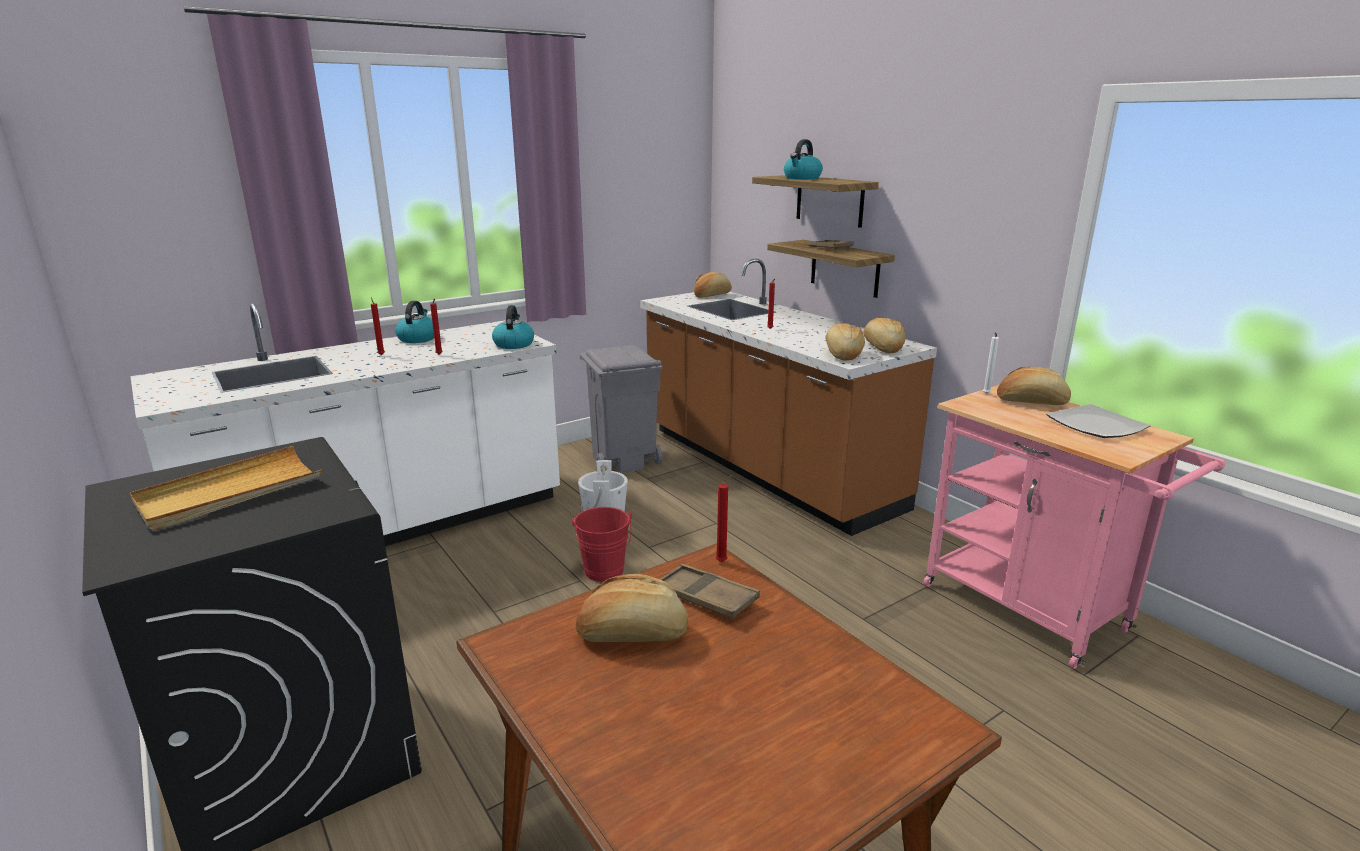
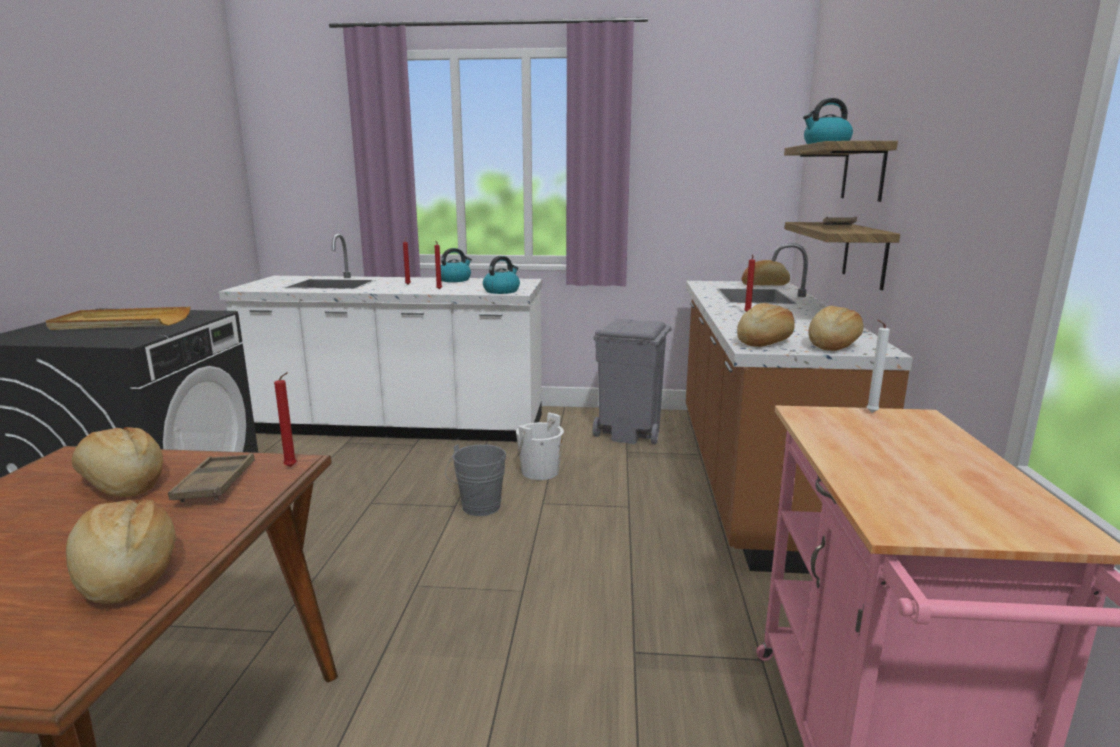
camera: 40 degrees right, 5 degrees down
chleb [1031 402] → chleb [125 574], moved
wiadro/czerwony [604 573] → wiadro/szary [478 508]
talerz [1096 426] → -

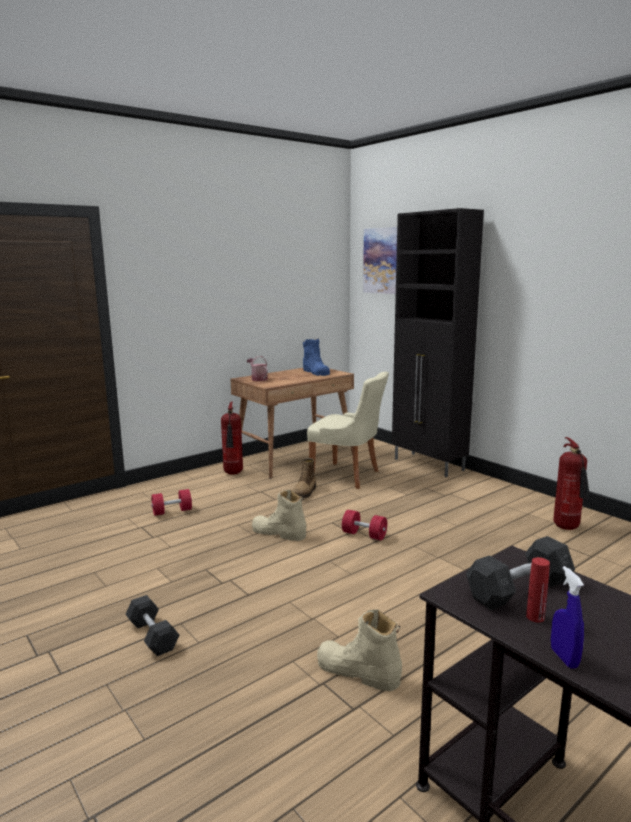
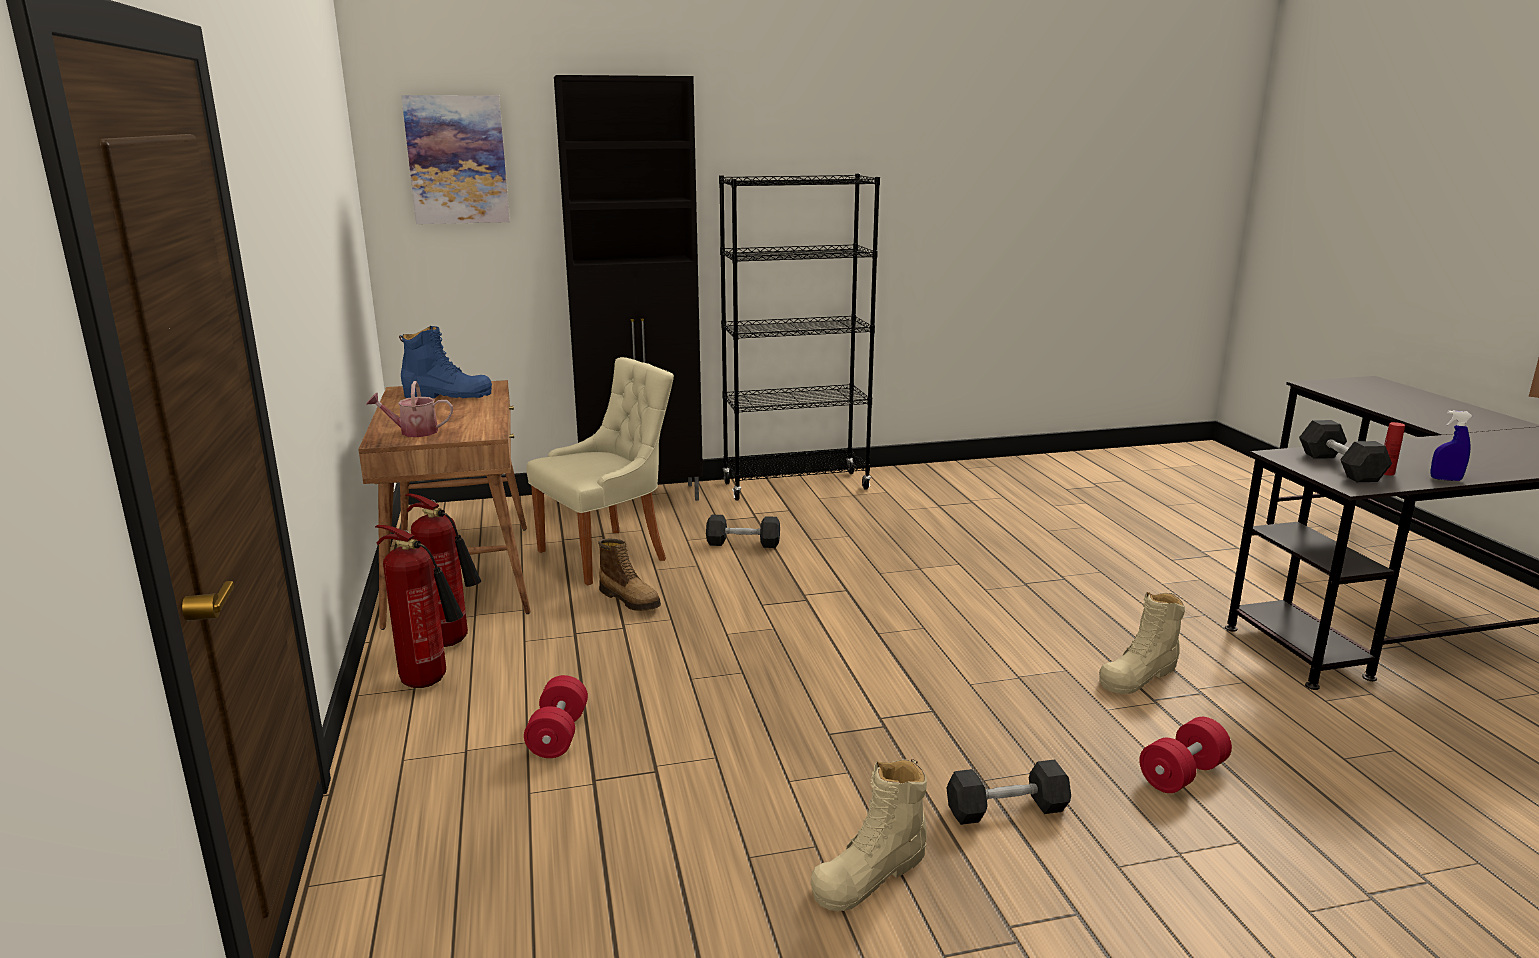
camera: 65 degrees left, 5 degrees up
gaśnica [568 528] → gaśnica [430 682], moved
- → hantel/szary [743 543]
- → regał/czarny [796 486]
but z cholewką/beżowy [278 533] → but z cholewką/beżowy [870 873], moved
hantel/czerwony [364 535] → hantel/czerwony [1182 774], moved

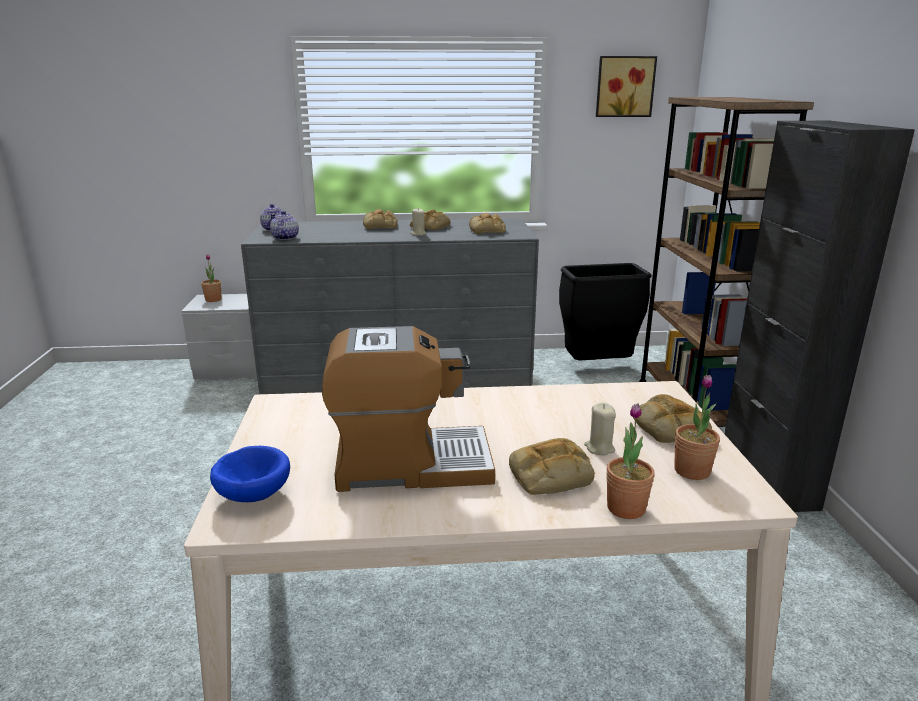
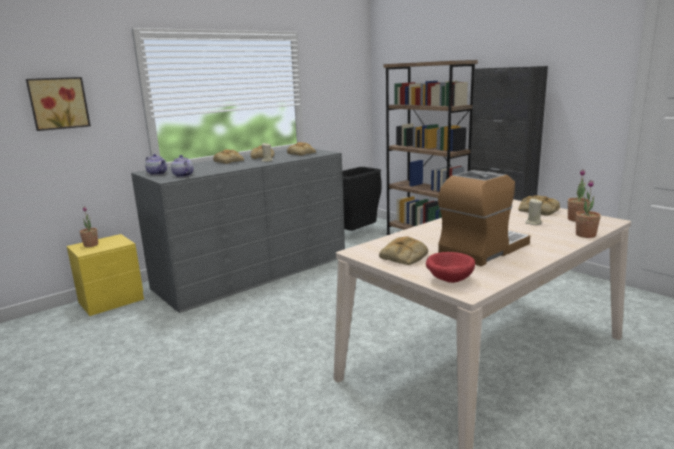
camera: 35 degrees left, 5 degrees down
obraz [624 86] → obraz [58 103], moved
szafka nocna/szary [230 369] → szafka nocna/żółty [111 301]
chleb [549 475] → chleb [404 257], moved
miska/niebieski [252 493] → miska/czerwony [448 280]

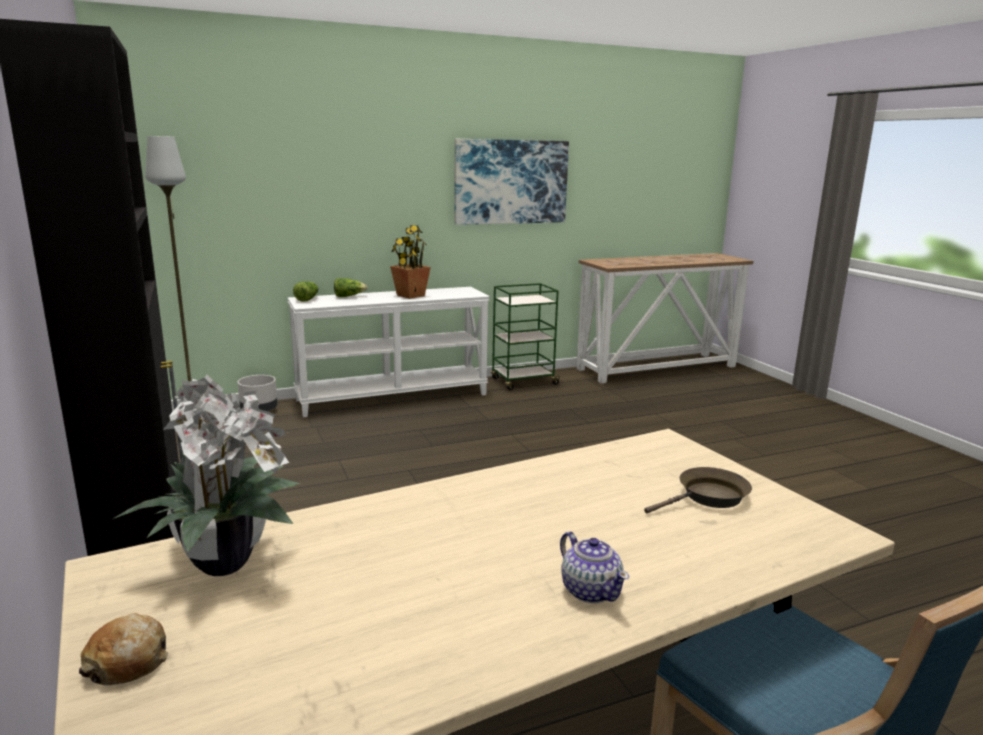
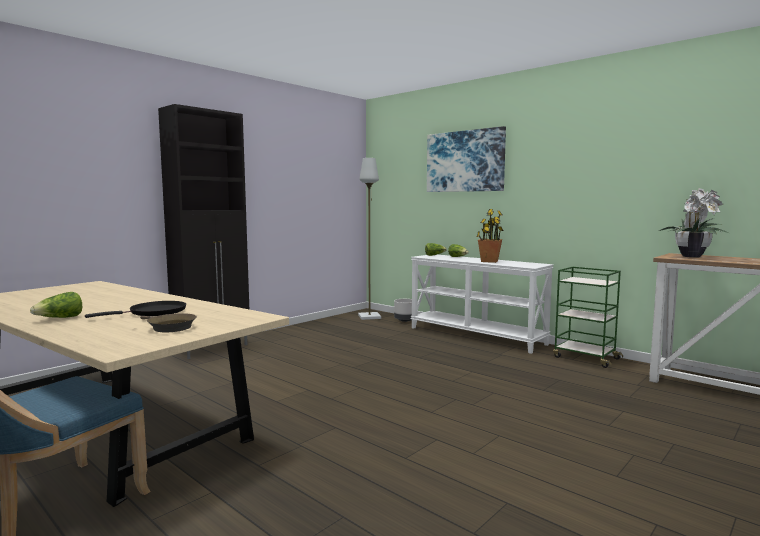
camera: 65 degrees right, 10 degrees down
imbryk [590 590] → sałata [60 318]
- → patelnia/czarny [154 312]
obraz [511 182] → obraz [465 161], moved
roślina doniczkowa [222 561] → roślina doniczkowa [691 256], moved
chleb [127 662] → -

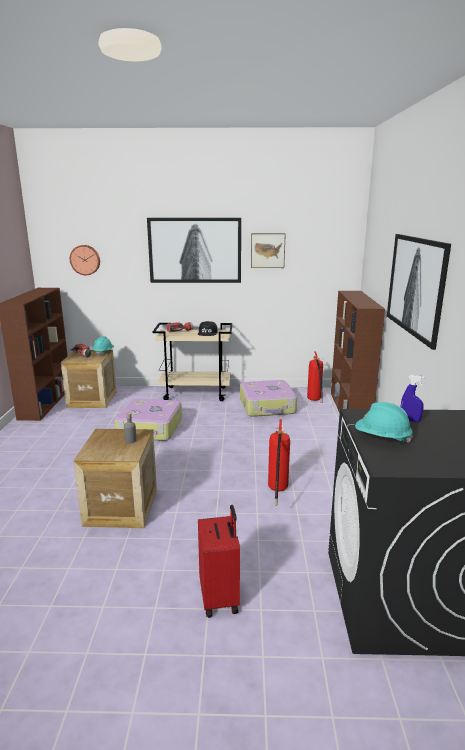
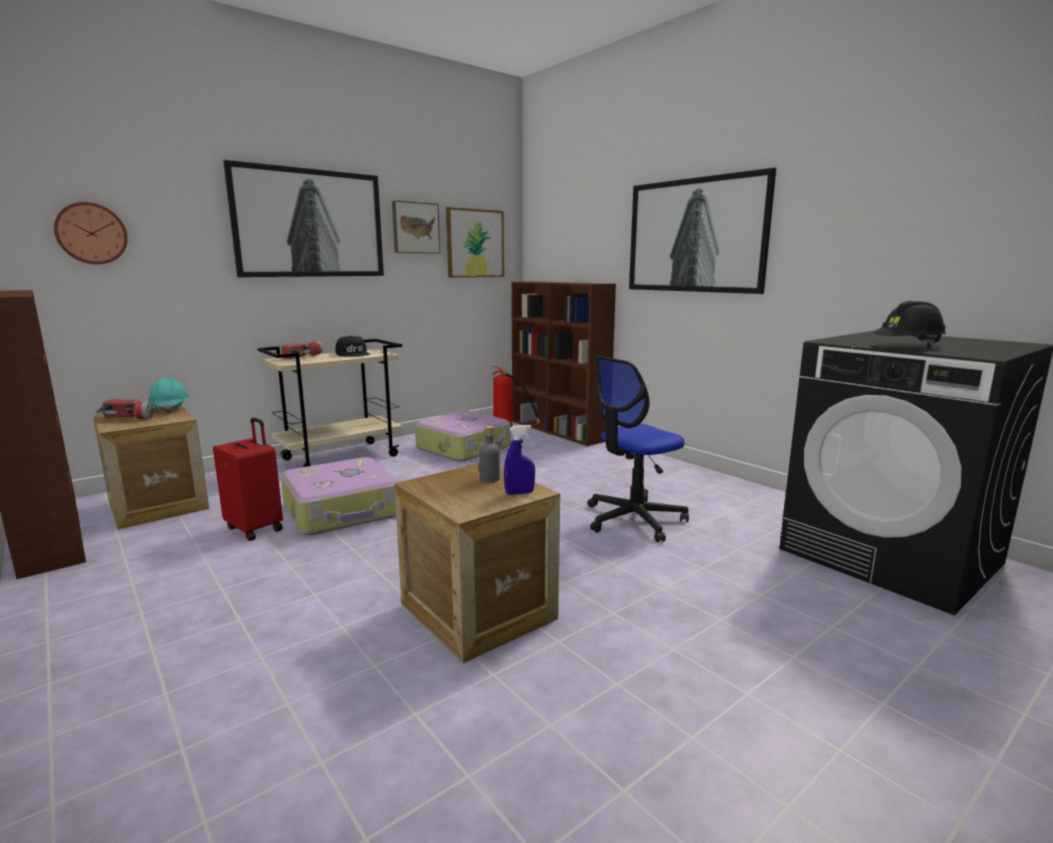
camera: 40 degrees left, 5 degrees down
walizka/czerwony [220 597] → walizka/czerwony [256 528], moved
- → obraz [475 243]
spryskiwacz/niebieski [410 420] → spryskiwacz/niebieski [519 493], moved
gaśnica [277 493] → krzesło biurowe [633 519]
kask/turkusowy [382 438] → kask/czarny [908 346]

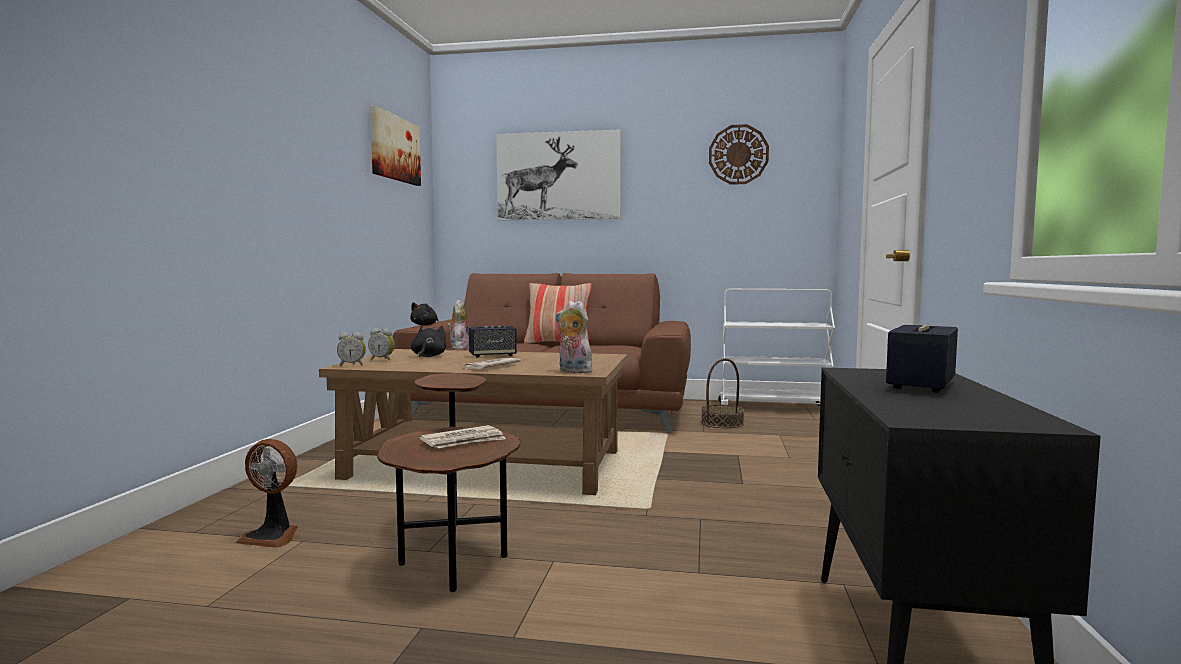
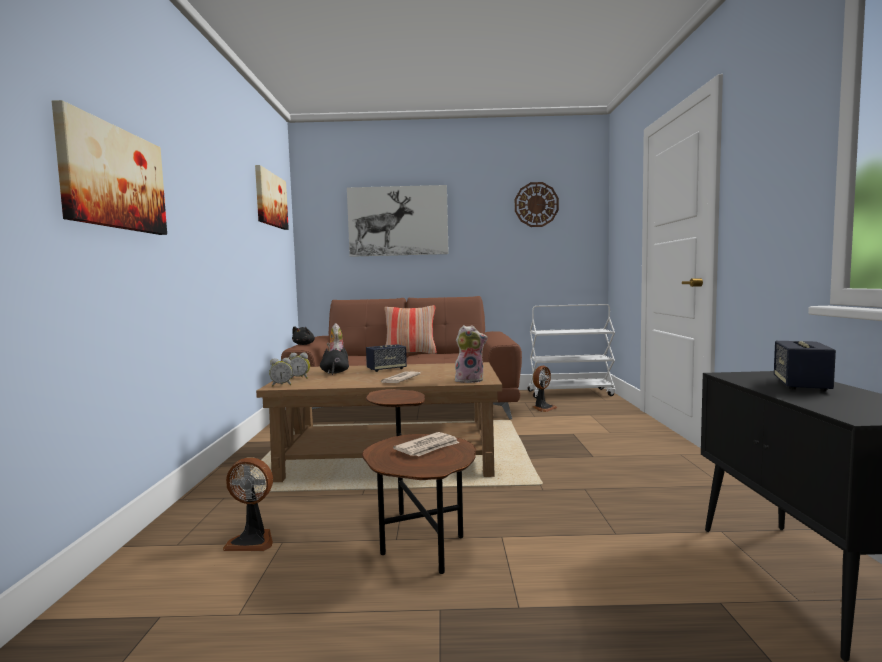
camera: 10 degrees left, 0 degrees up
- → obraz [113 178]
pluszak [572 371] → pluszak [470 380], 150 degrees clockwise
koszyk [722 423] → wentylator [543 408]

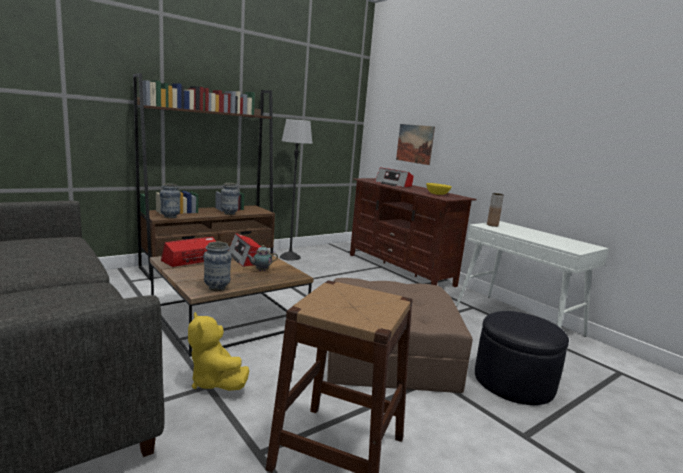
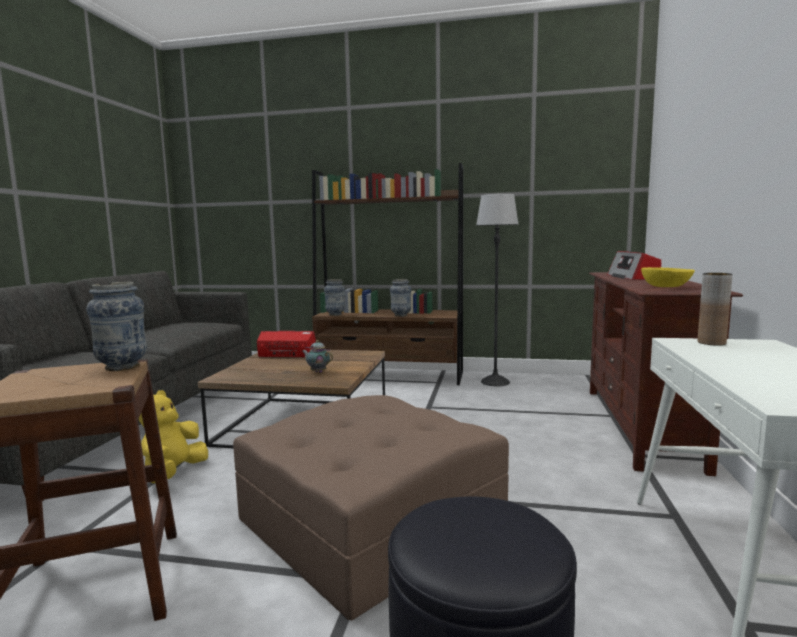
camera: 50 degrees right, 5 degrees down
wazon [217 288] → wazon [122 367], moved
radio [246 258] → -
obraz [414 144] → -

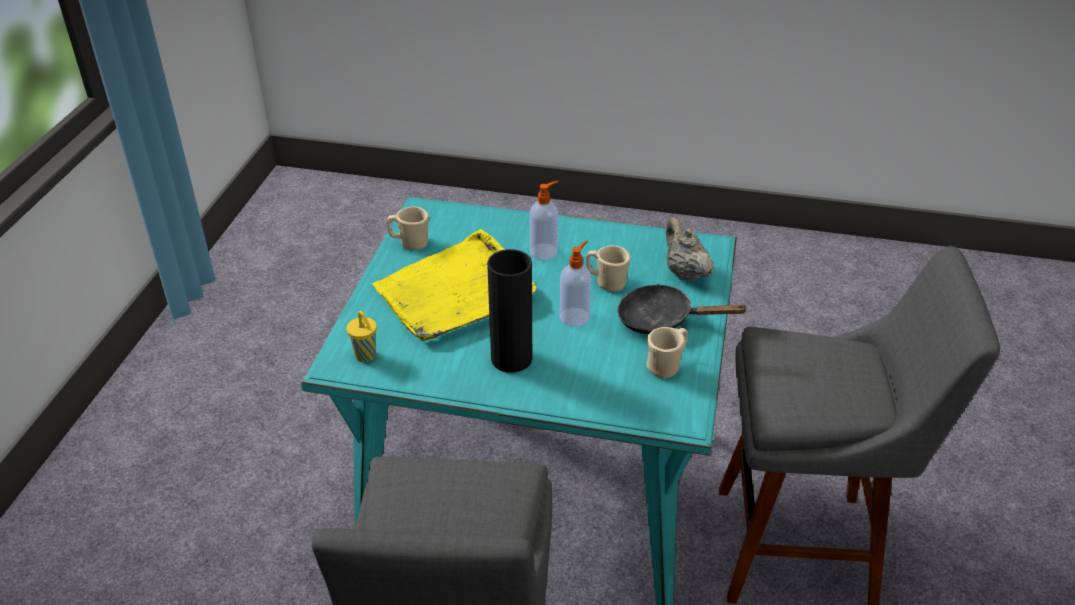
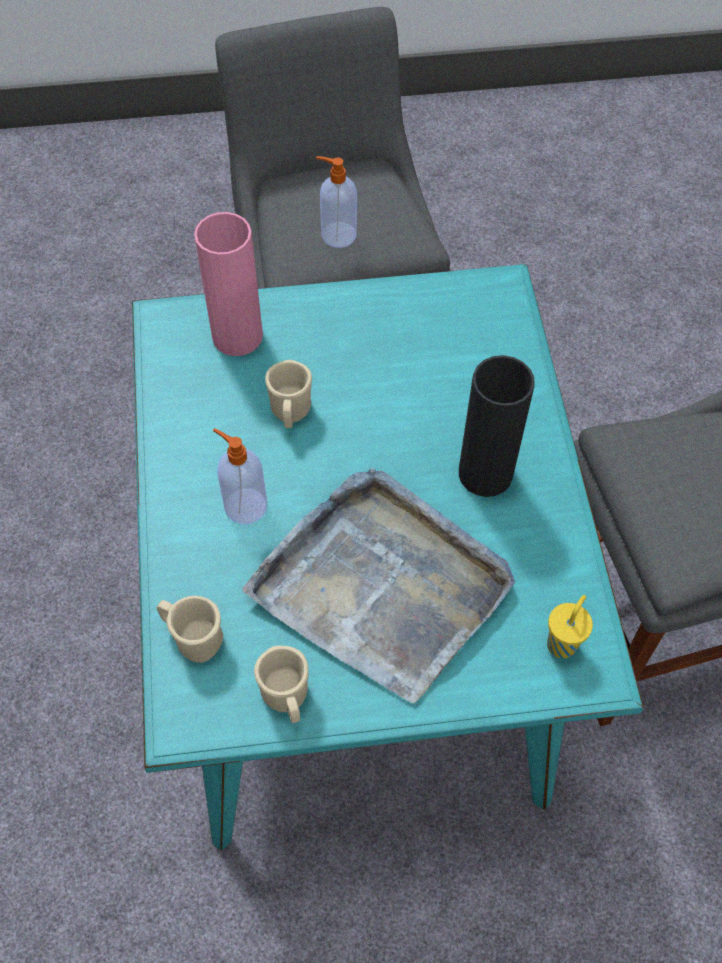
camera: 110 degrees left, 20 degrees up
kubek/beżowy [667 366] → kubek/beżowy [193 638], moved
imbryk/beżowy [684 273] → wazon/różowy [237 336]
taca/żółty [455 292] → taca/szary [382 585]
dozownik mydła [575 316] → dozownik mydła [337 234], moved
patelnia/czarny [662 319] → -

